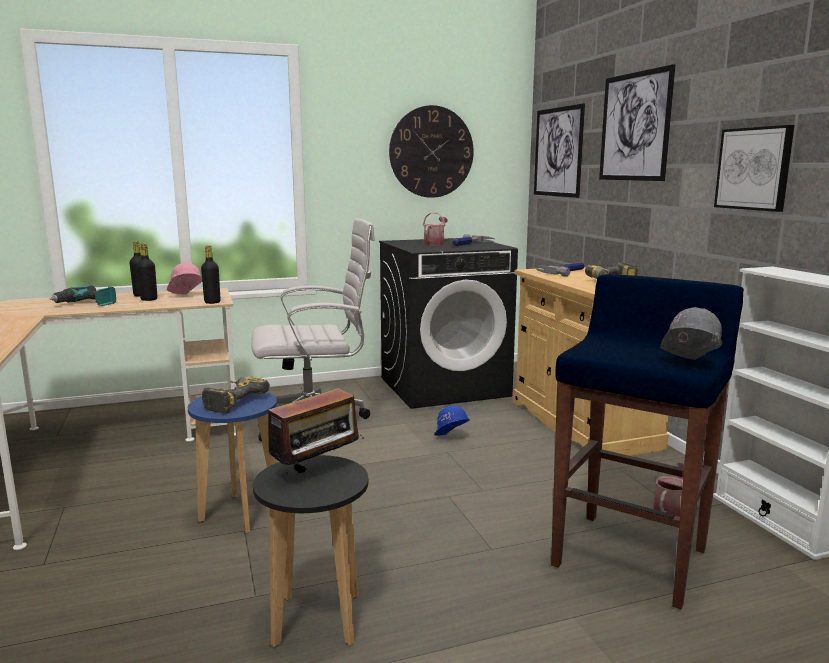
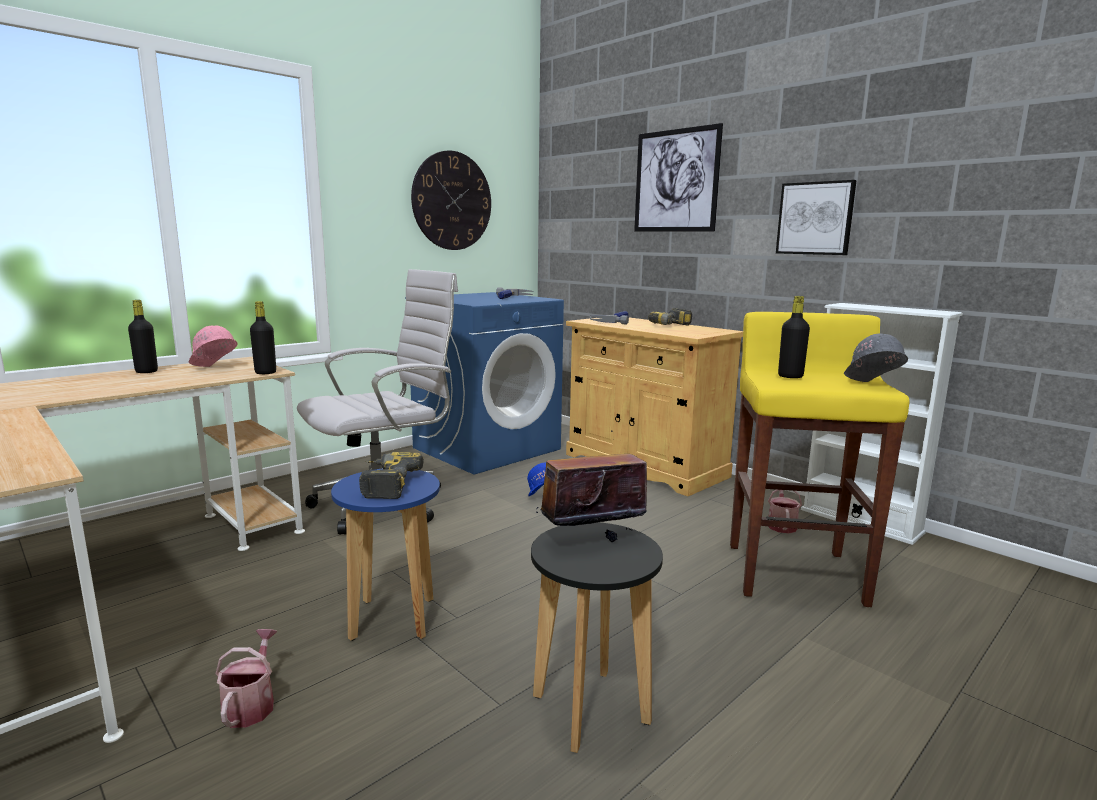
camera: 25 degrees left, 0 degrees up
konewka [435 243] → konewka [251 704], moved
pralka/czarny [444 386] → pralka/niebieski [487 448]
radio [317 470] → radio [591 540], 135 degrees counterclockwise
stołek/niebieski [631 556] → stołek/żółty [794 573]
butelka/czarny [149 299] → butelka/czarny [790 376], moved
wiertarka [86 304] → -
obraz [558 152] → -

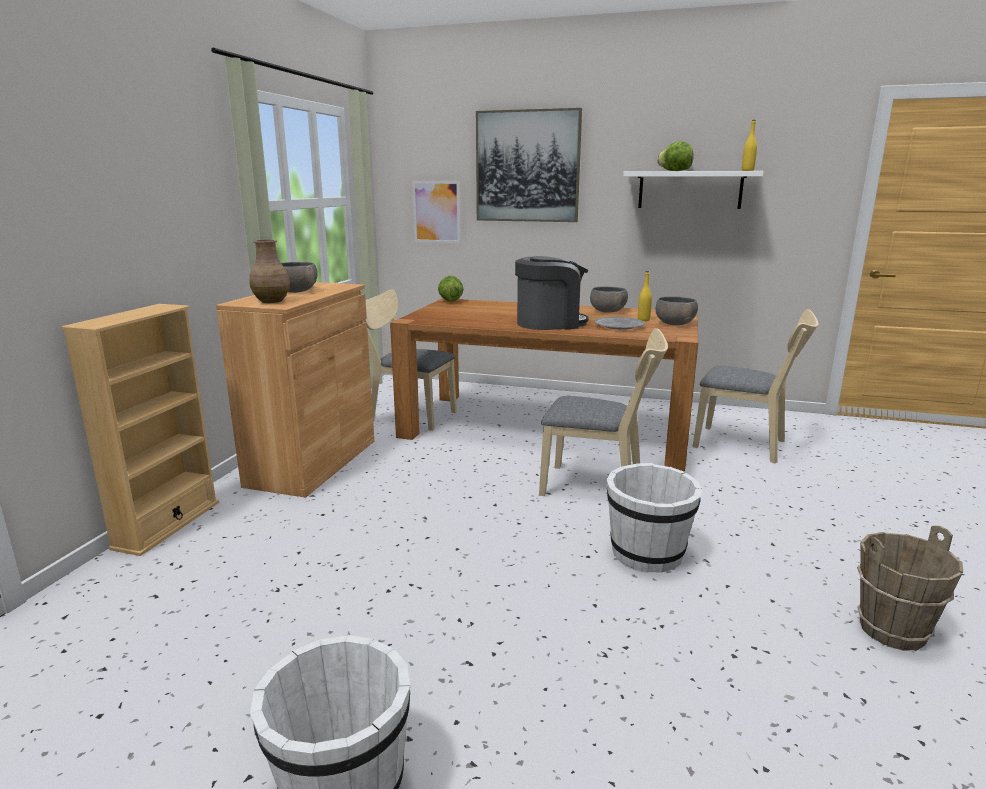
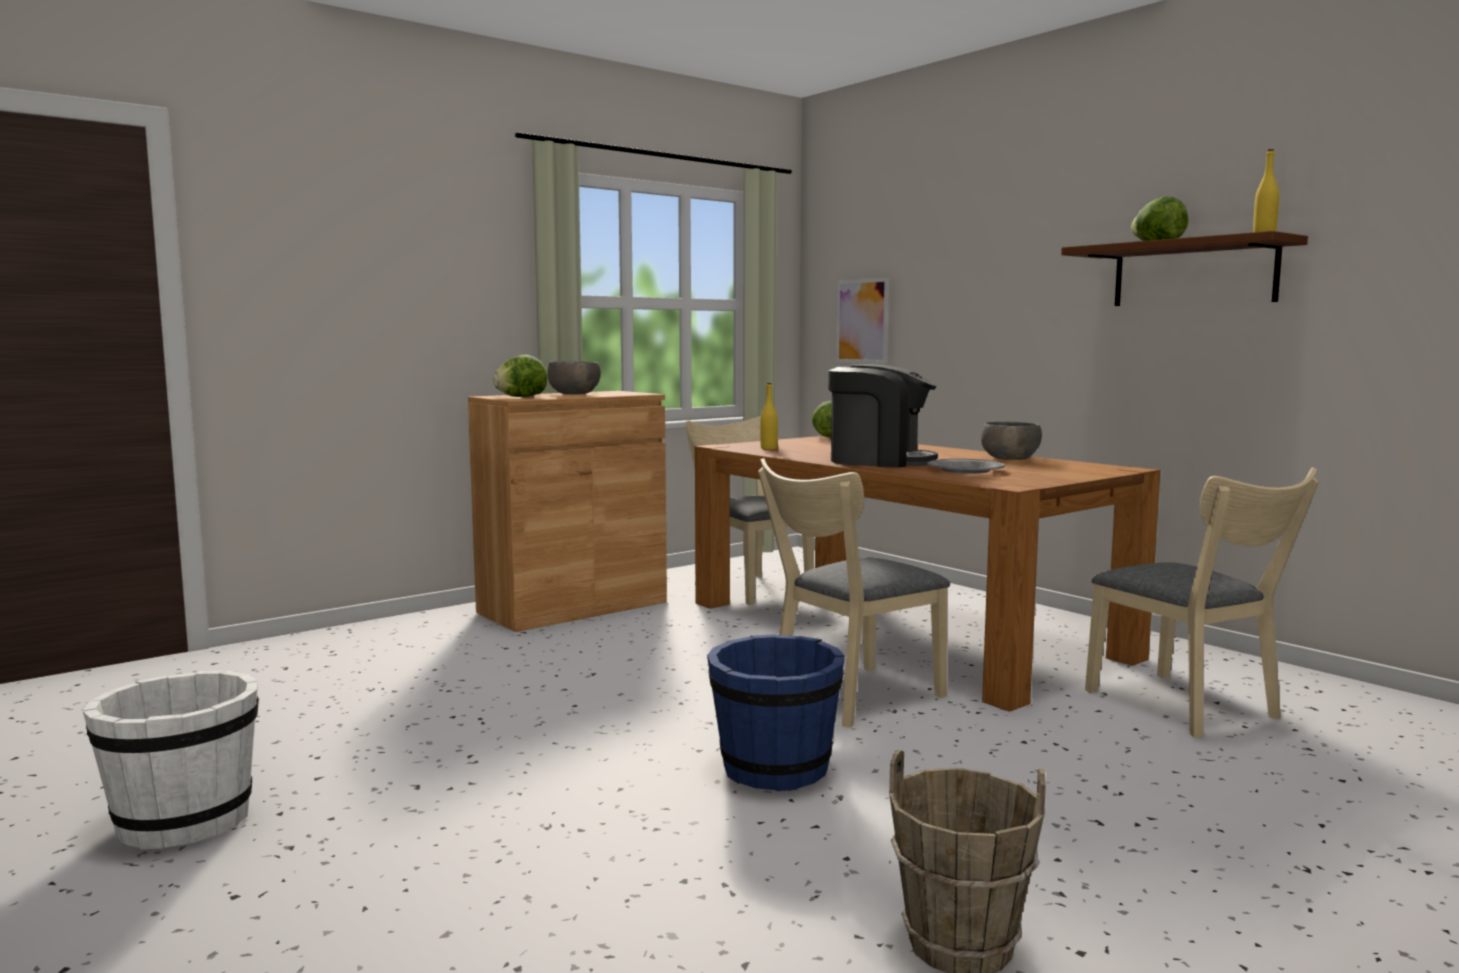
camera: 35 degrees right, 10 degrees down
wazon/brązowy [272 301] → sałata [521 397]
wiadro/biały [647 554] → wiadro/niebieski [775 769]
krzesło/beżowy [600 487] → krzesło/beżowy [848 698], 90 degrees clockwise
butelka/żółty [643 320] → butelka/żółty [768 448], moved
półka/biały [690 190] → półka/brązowy [1193 274]
regał/beżowy [167 525] → -
obraz [527 166] → -
miska/szary [674 324] → -

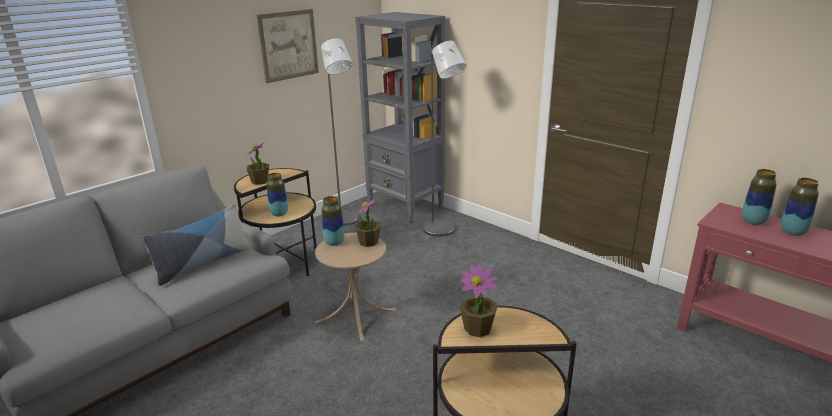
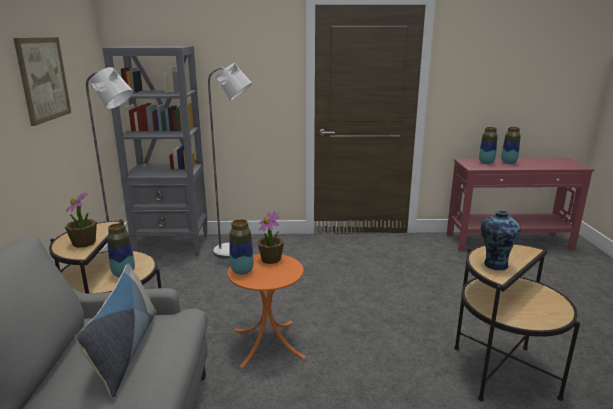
camera: 45 degrees left, 5 degrees down
stolik/beżowy [356 316] → stolik/pomarańczowy [268 343]
roślina doniczkowa [478 328] → wazon [494 265]

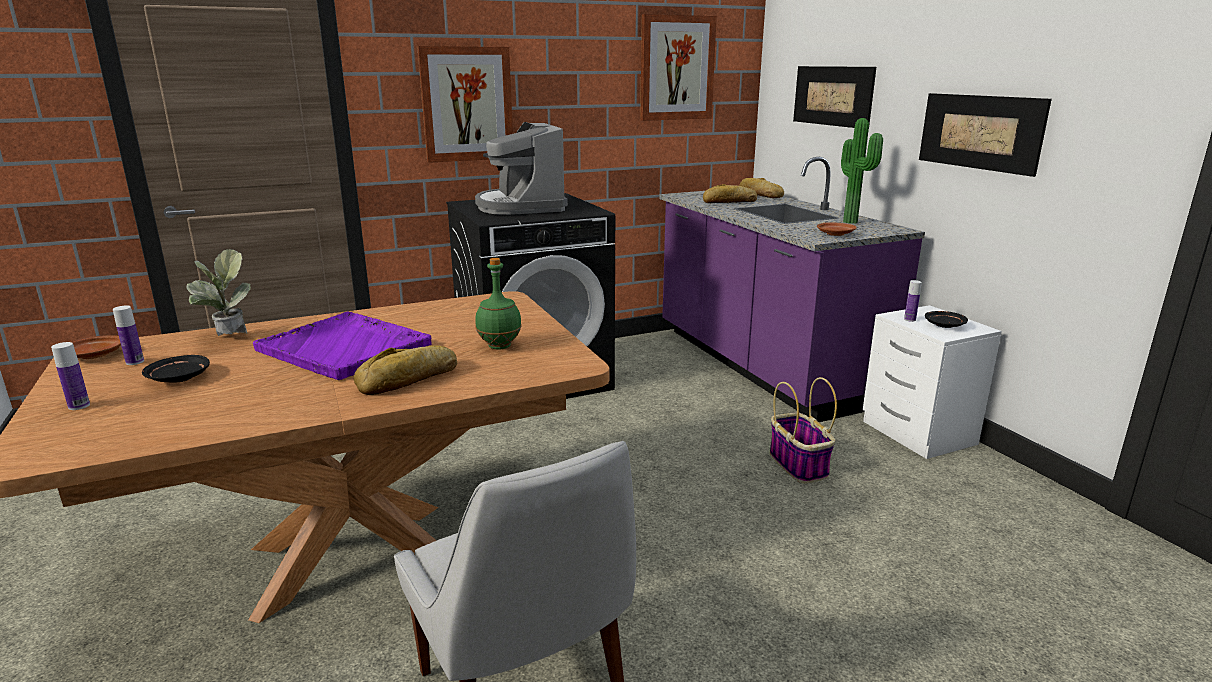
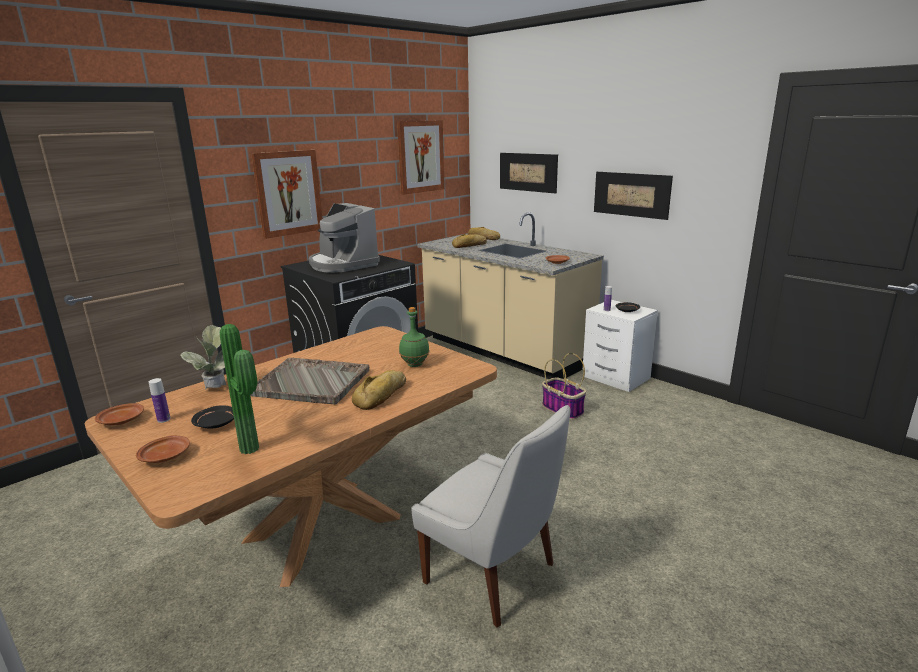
camera: 20 degrees left, 0 degrees up
butelka [79 406] → talerz/brązowy [166 456]
roślina doniczkowa [852 222] → roślina doniczkowa [253 448], moved
taca/fioletowy [345 348] → taca/szary [311 383]
zabudowa kuchenna/fioletowy [762 365] → zabudowa kuchenna/beżowy [504 351]

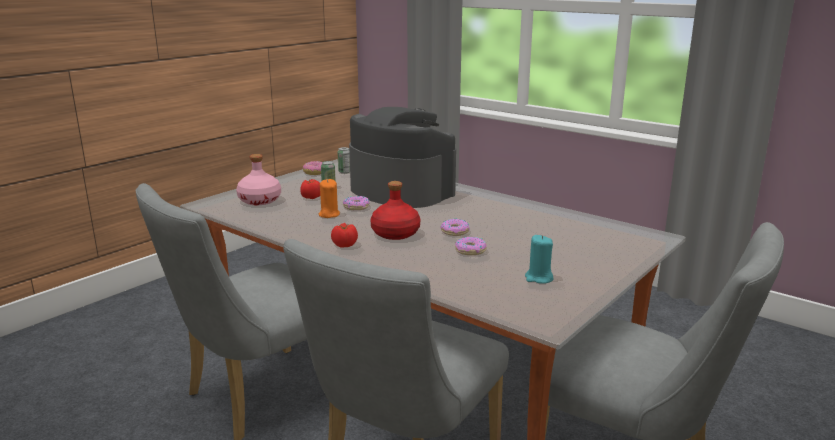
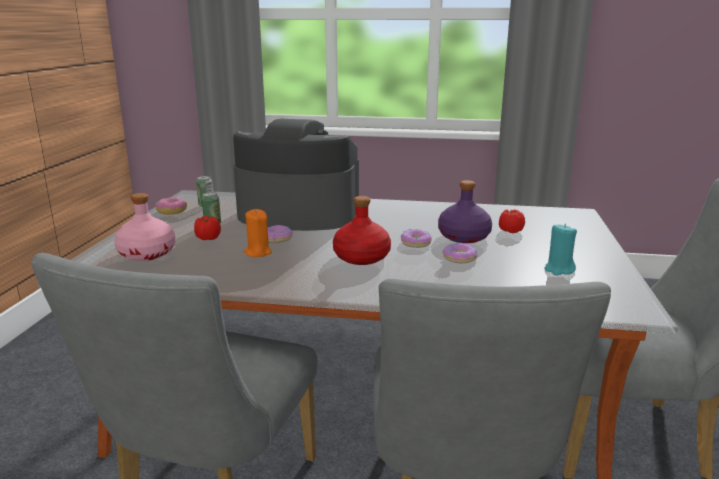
camera: 30 degrees left, 0 degrees up
- → butelka/fioletowy [463 237]
pomidor [344 245] → pomidor [510 231], moved

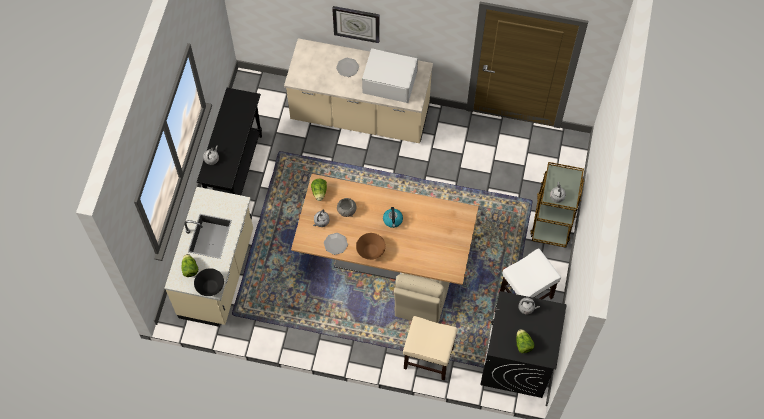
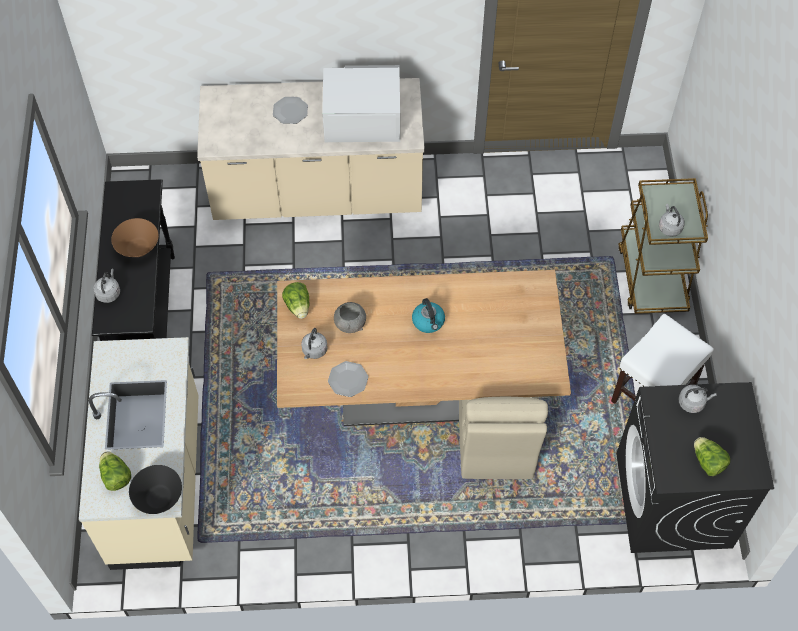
camera: 15 degrees left, 5 degrees down
miska/brązowy [370 251] → miska/brązowy [138 248], moved
zegar ścienny [356 23] → -
stołek/beżowy [427 358] → -

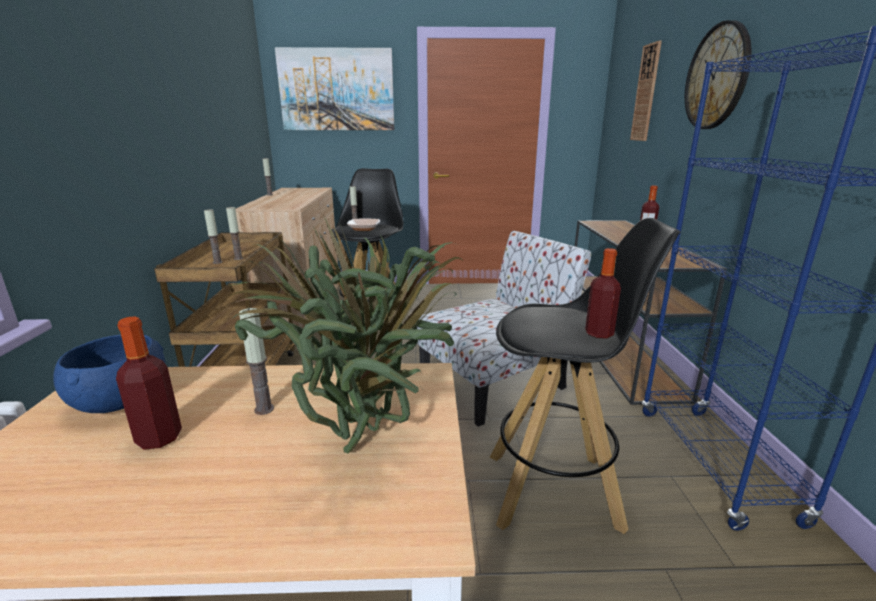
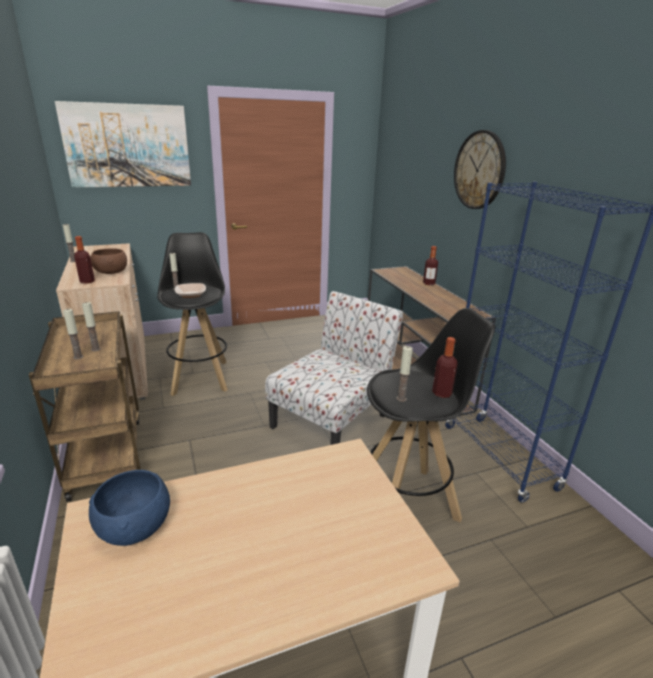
camera: 20 degrees left, 5 degrees up
butelka [159 438] → butelka [87 281], moved
- → miska/brązowy [111 272]
świeca [264 409] → świeca [401 398], moved
roślina doniczkowa [371 437] → -
zegar ścienny [646 93] → -

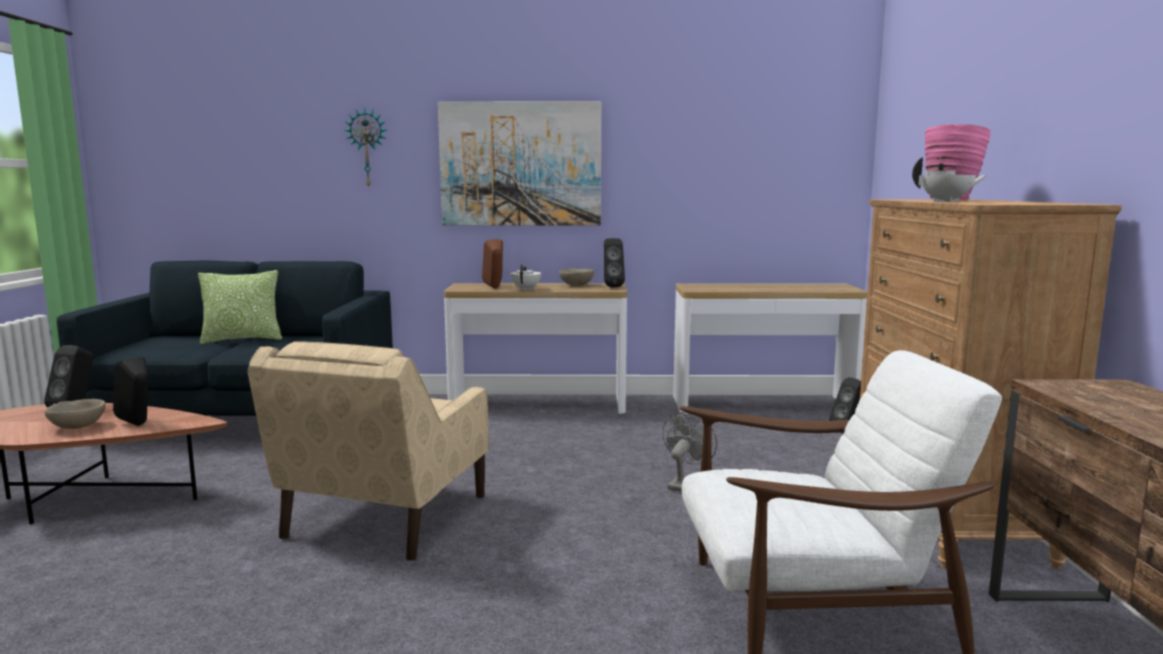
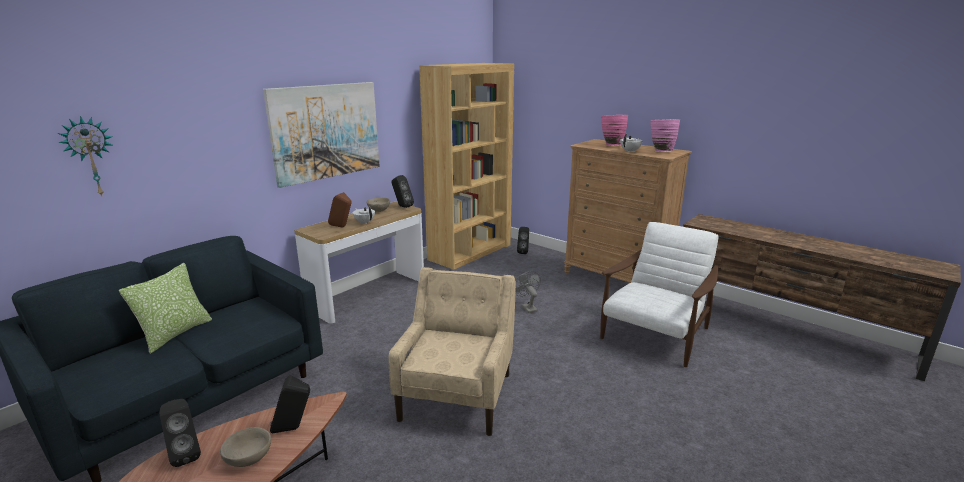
camera: 50 degrees left, 10 degrees up
zegar ścienny [367 148] → zegar ścienny [90 157], moved
fotel/beżowy [385 517] → fotel/beżowy [457 395], 135 degrees counterclockwise
stolik konsolowy [762 406] → regał/brązowy [470 252]
- → wazon/różowy [661 152]

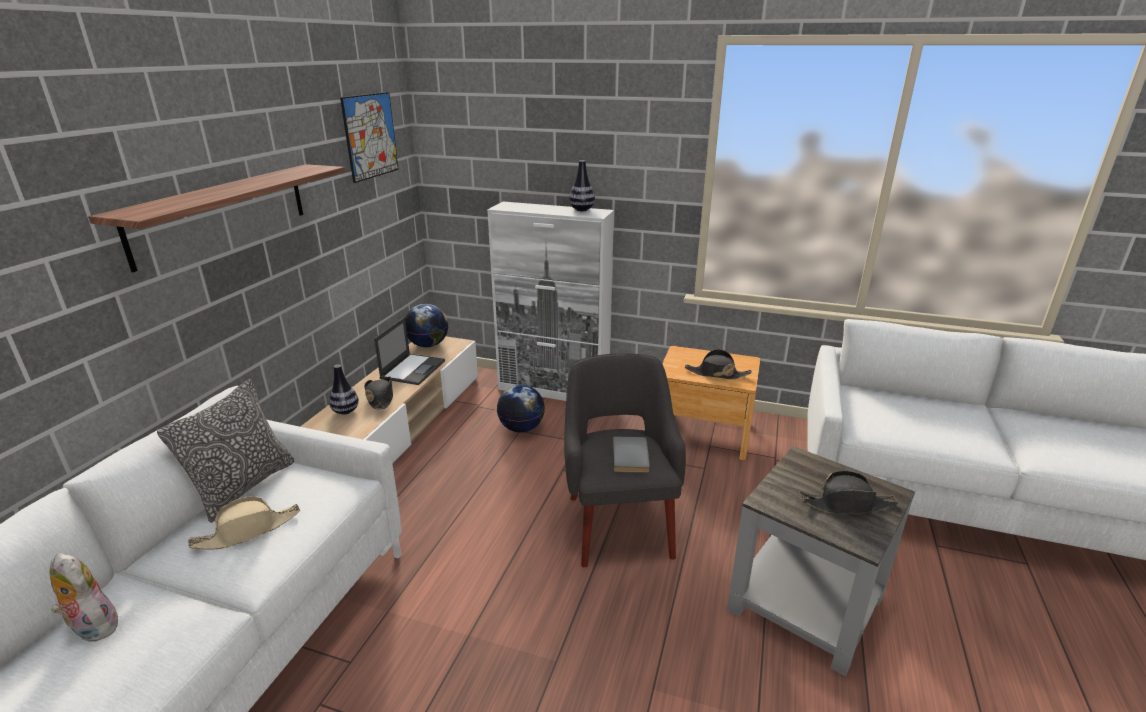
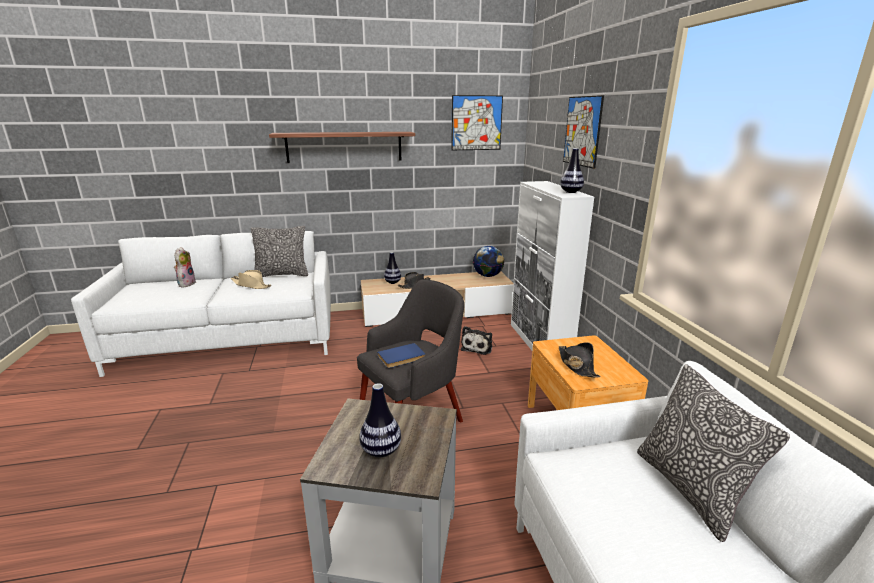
camera: 60 degrees right, 5 degrees down
kapelusz/czarny [847 504] → wazon [381 451]
książka/szary [632 456] → książka/niebieski [402 358]
globus [521 428] → pluszak [477 347]
- → obraz [582 131]
- → poduszka [689 489]
laptop [413 369] → -

